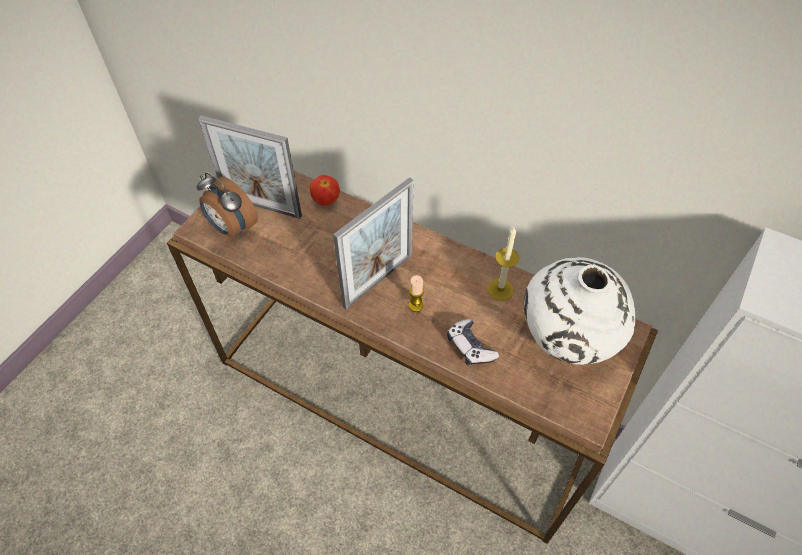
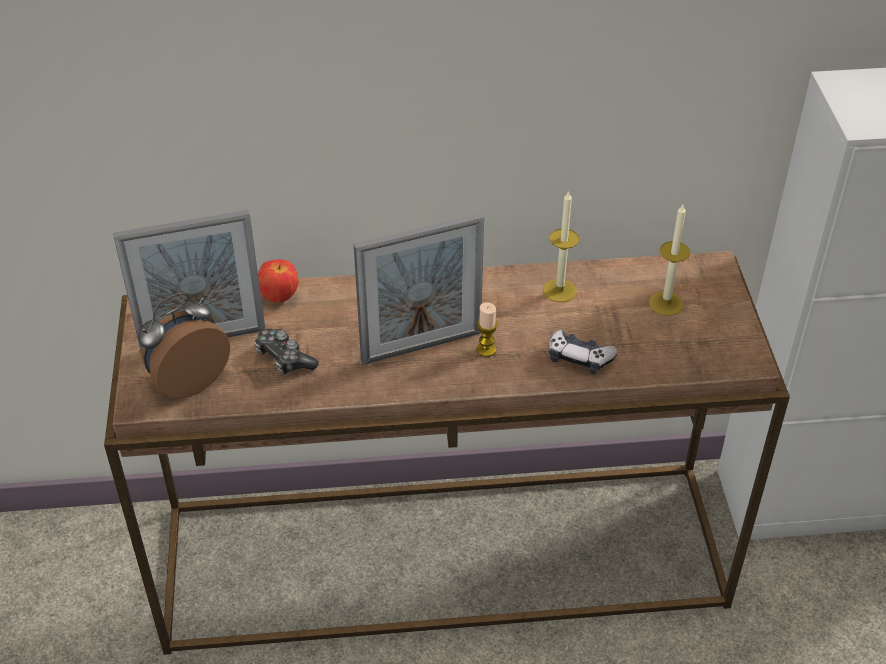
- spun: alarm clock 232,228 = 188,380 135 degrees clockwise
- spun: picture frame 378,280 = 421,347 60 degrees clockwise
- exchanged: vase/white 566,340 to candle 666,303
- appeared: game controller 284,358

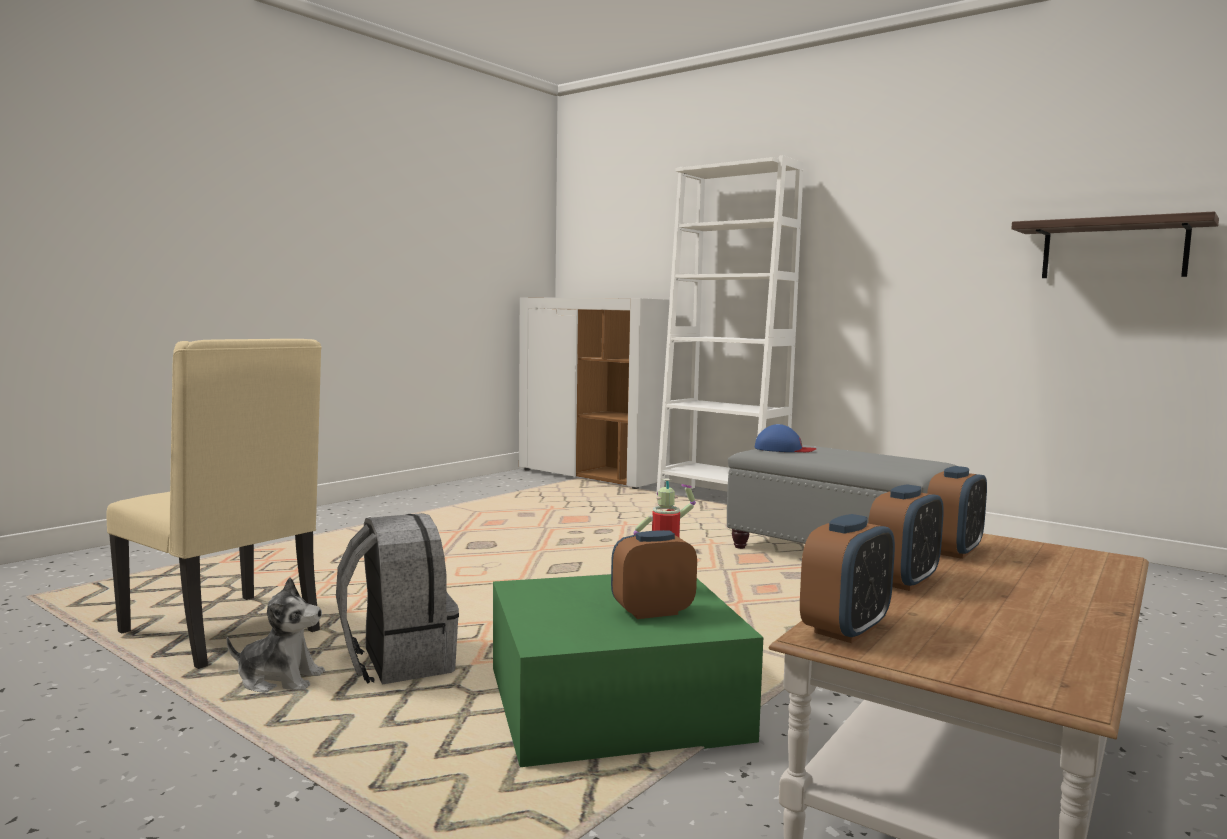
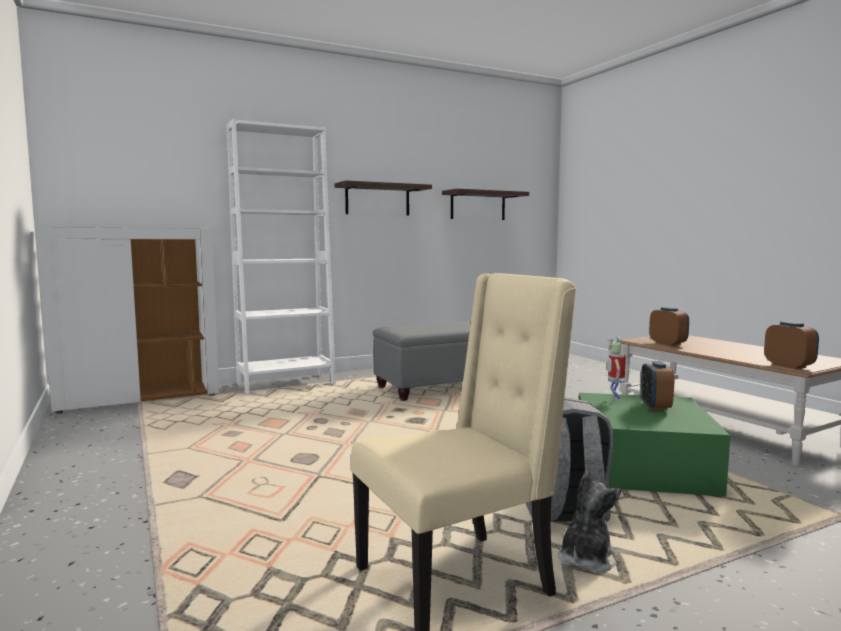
- missing: cap/blue 783,449
- missing: alarm clock 903,581
- appeared: shelf 377,200

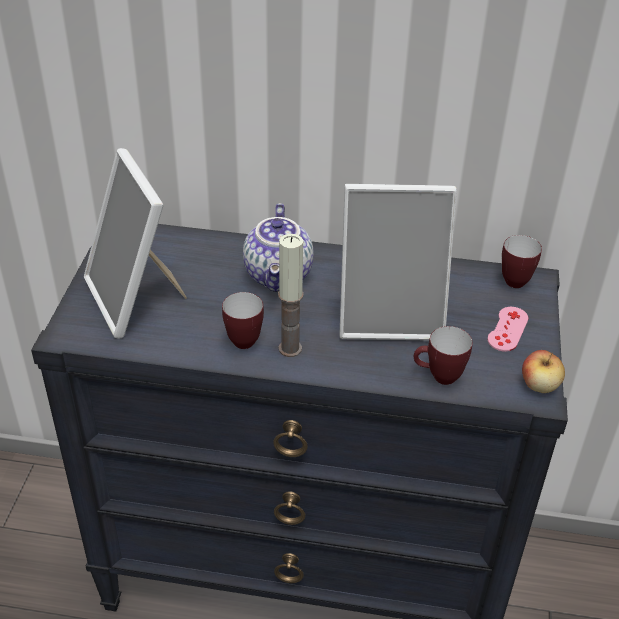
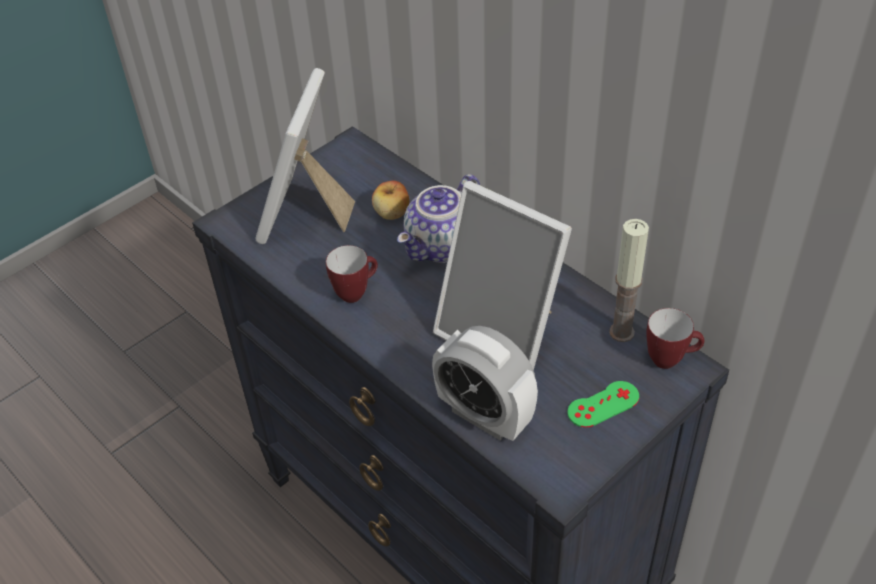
- relocated: candle 290,348 to 621,332
- colour: game controller/pink 507,329 to game controller/green 603,404
- exchanged: mug 438,377 to alarm clock 484,416
- relocated: apple 539,385 to 392,213

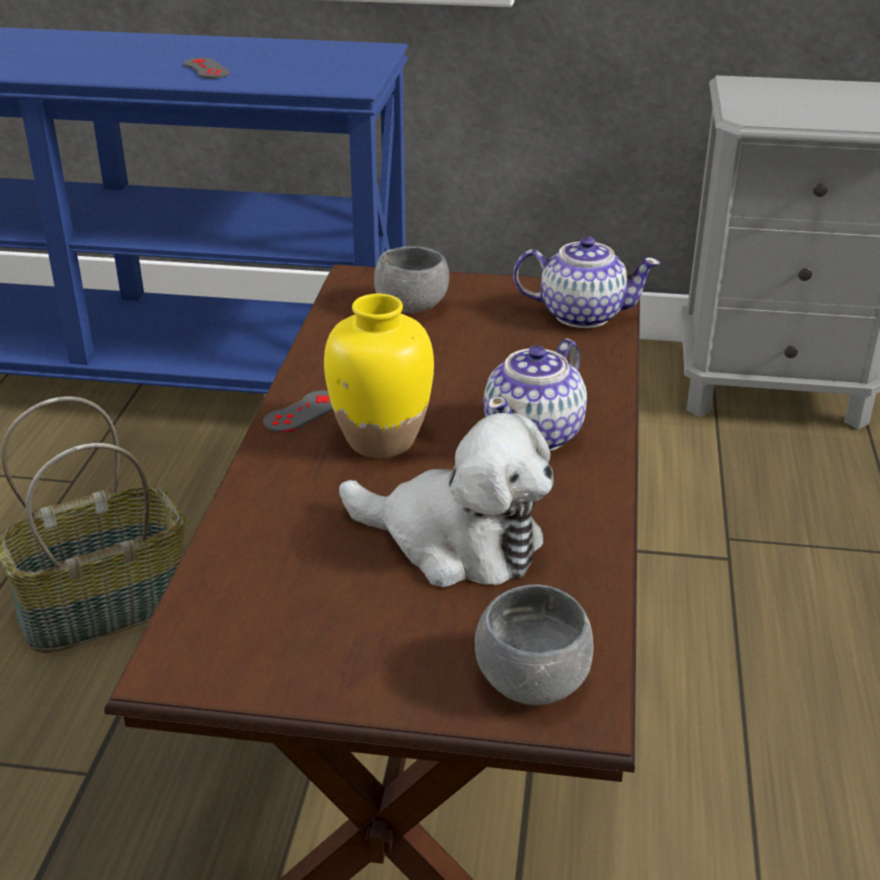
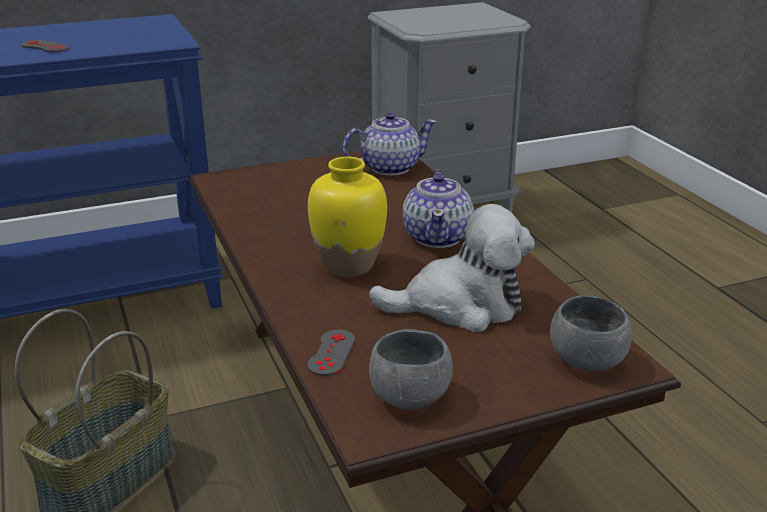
- relocated: bowl/grey 412,307 to 410,397
- relocated: game controller/grey 302,412 to 331,353

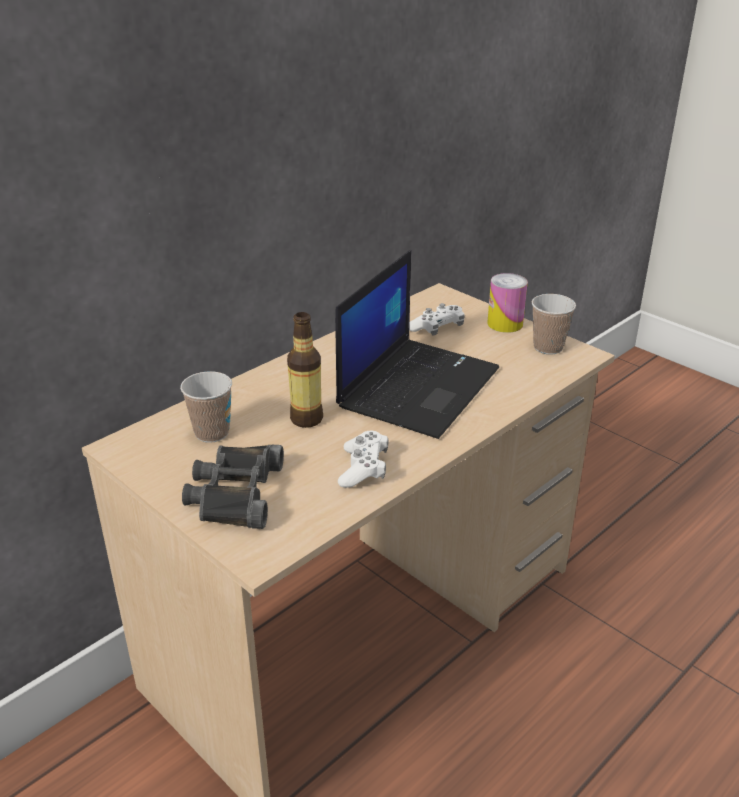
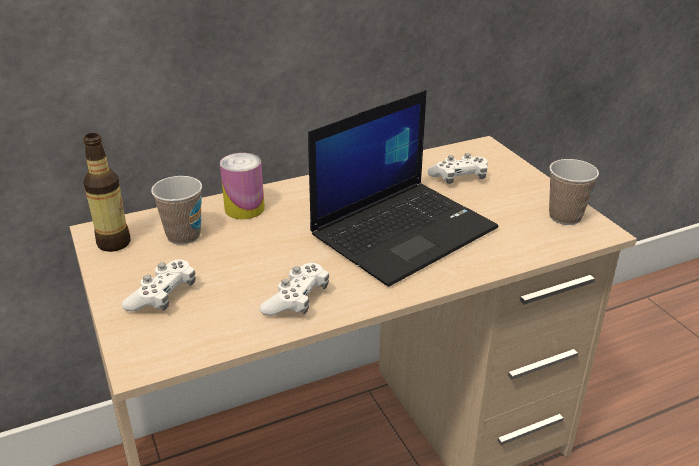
- relocated: can 505,324 to 244,208
- relocated: bottle 306,419 to 114,243
- exchanged: binoculars/black 234,493 to game controller/white 162,296

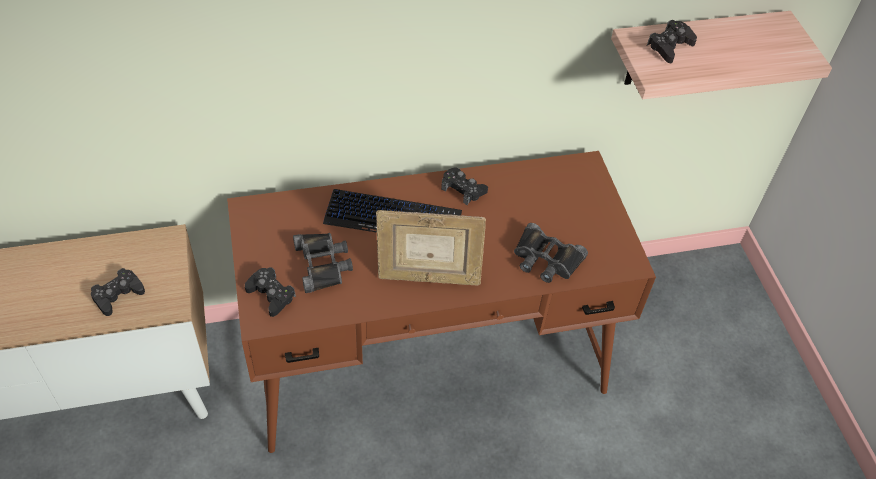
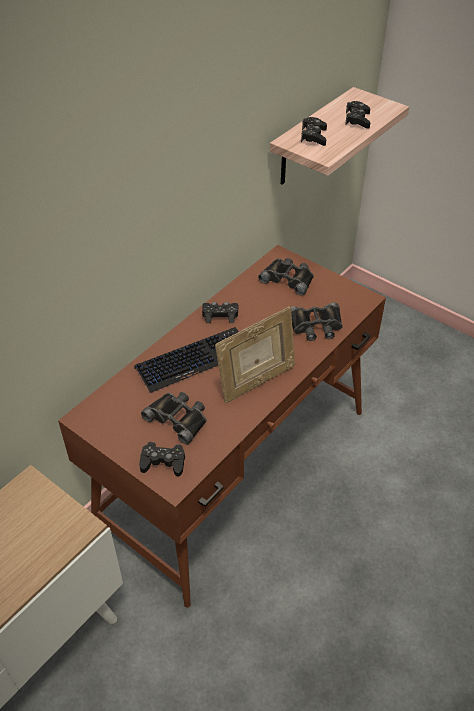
- relocated: game controller/black 118,295 to 357,120
- appeared: binoculars/black 288,279

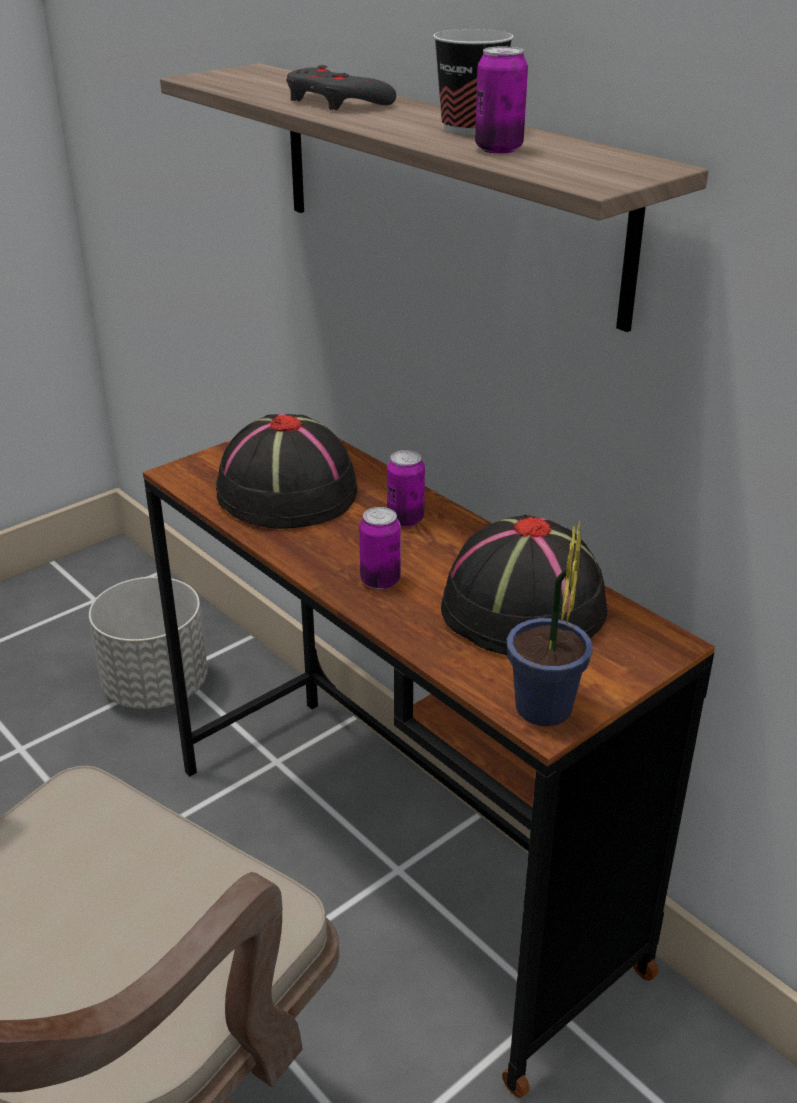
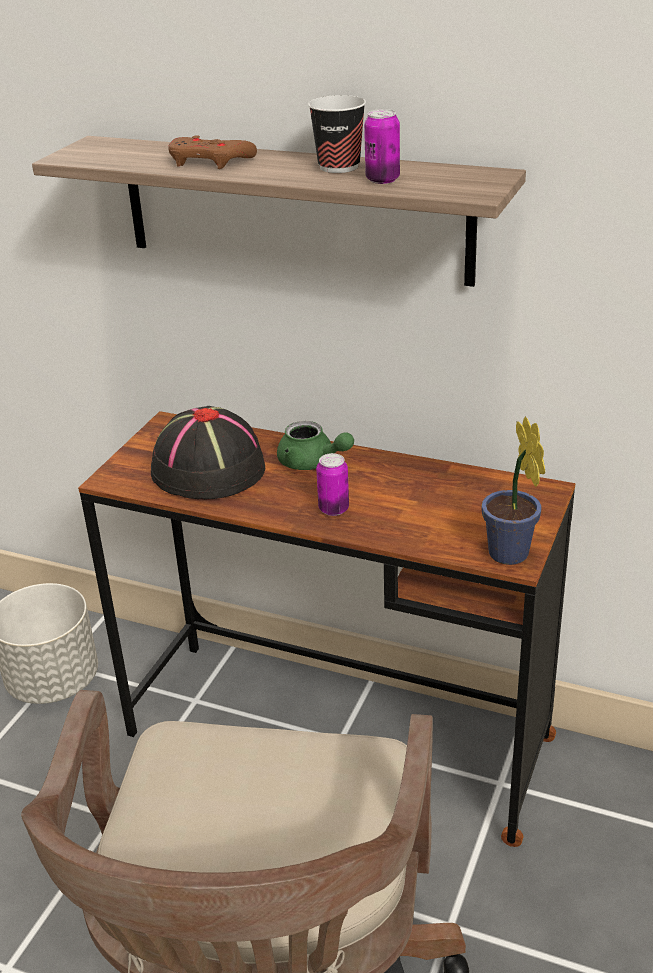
- colour: game controller/grey 336,101 to game controller/brown 209,161
- exchanged: can 405,519 to teapot/green 312,463
- missing: hat/black 522,609

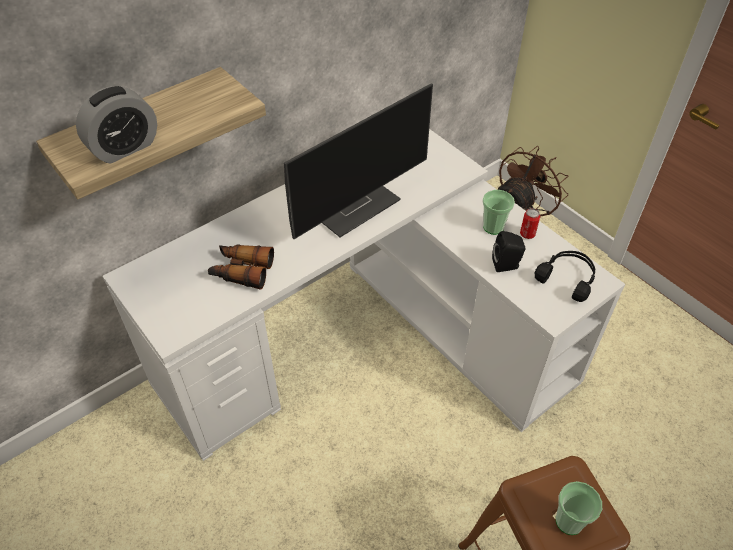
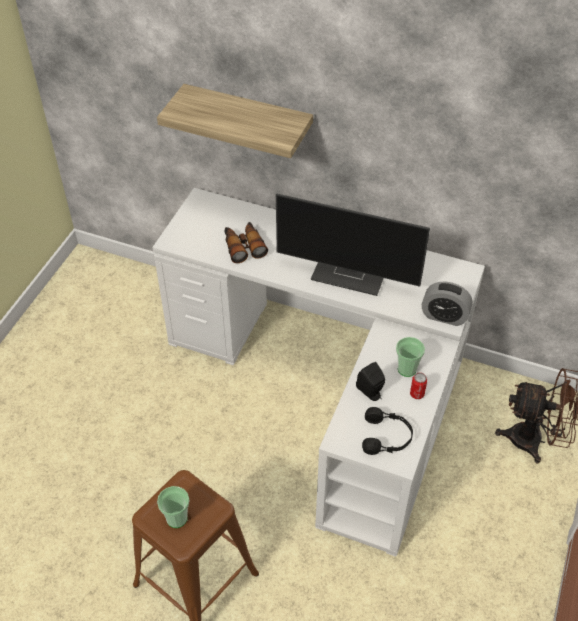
- relocated: alarm clock 125,148 to 444,316

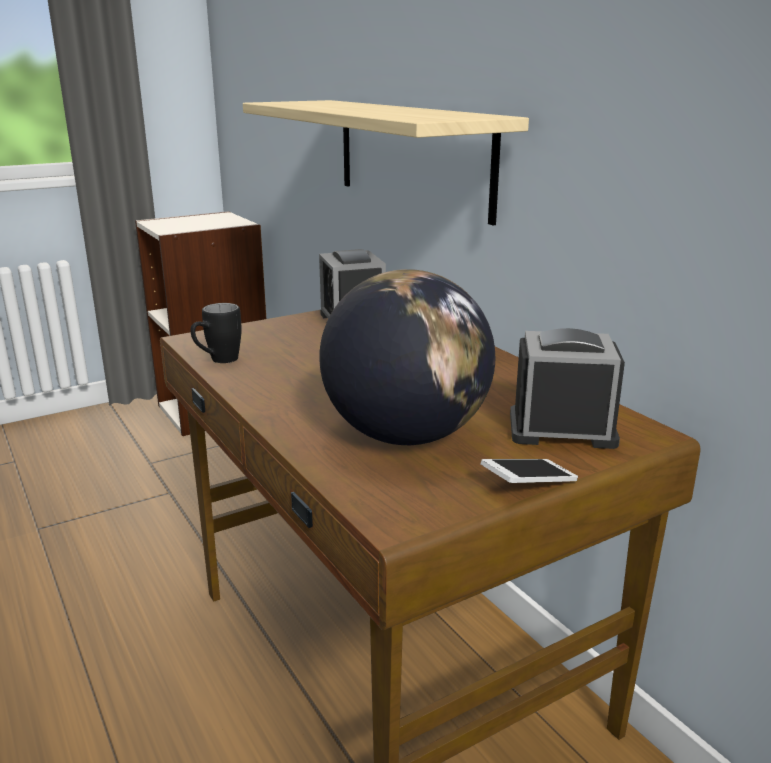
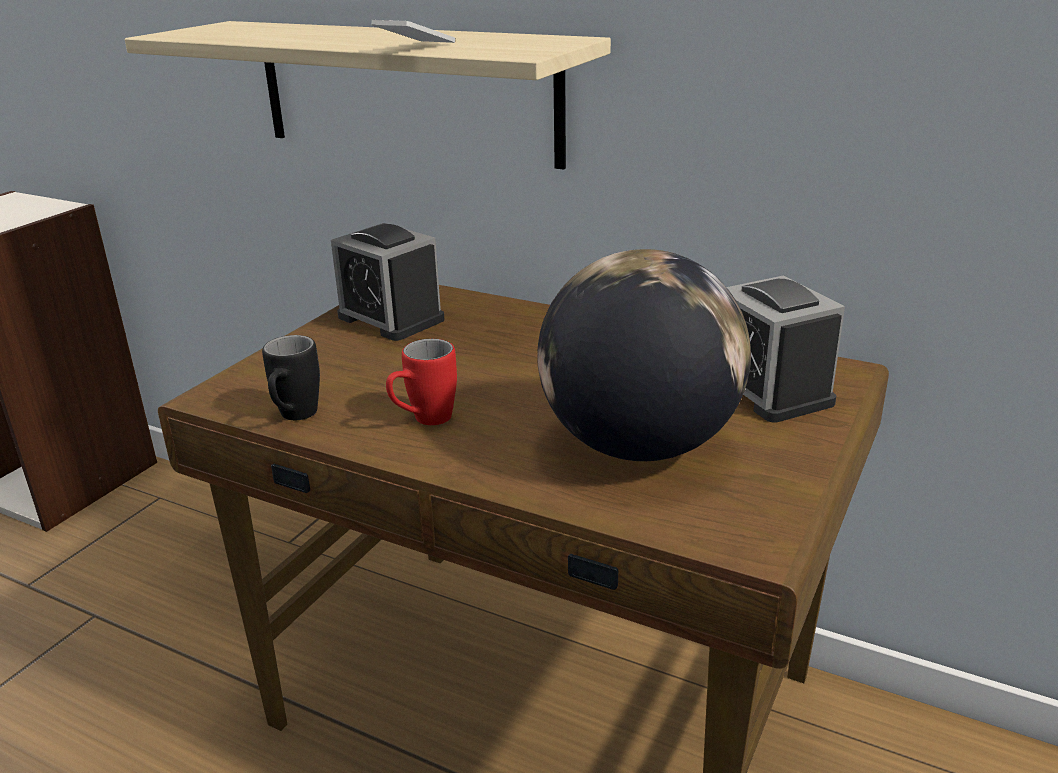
- spun: alarm clock 562,429 = 769,390 90 degrees counterclockwise
- relocated: phone 528,484 to 416,47
- appeared: mug/red 423,421

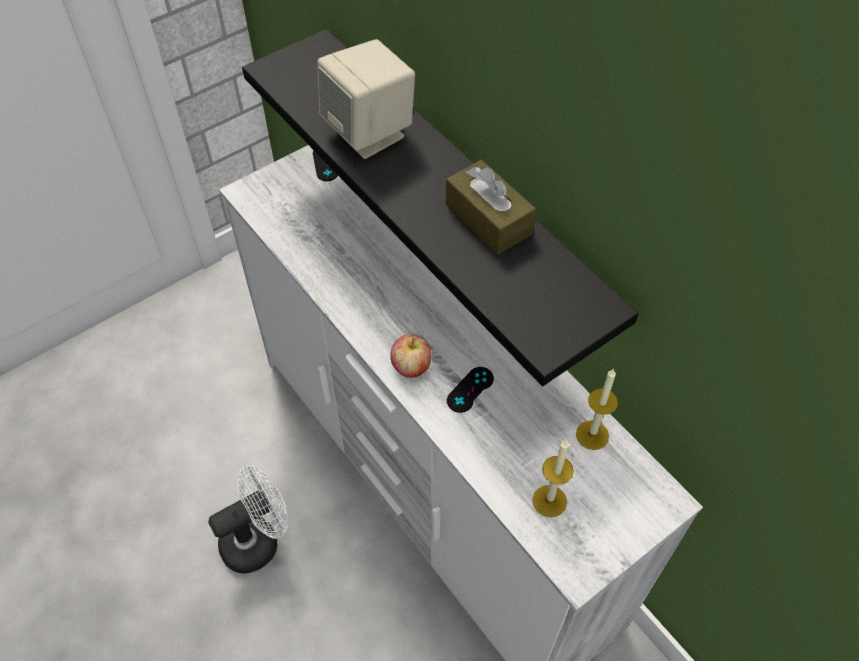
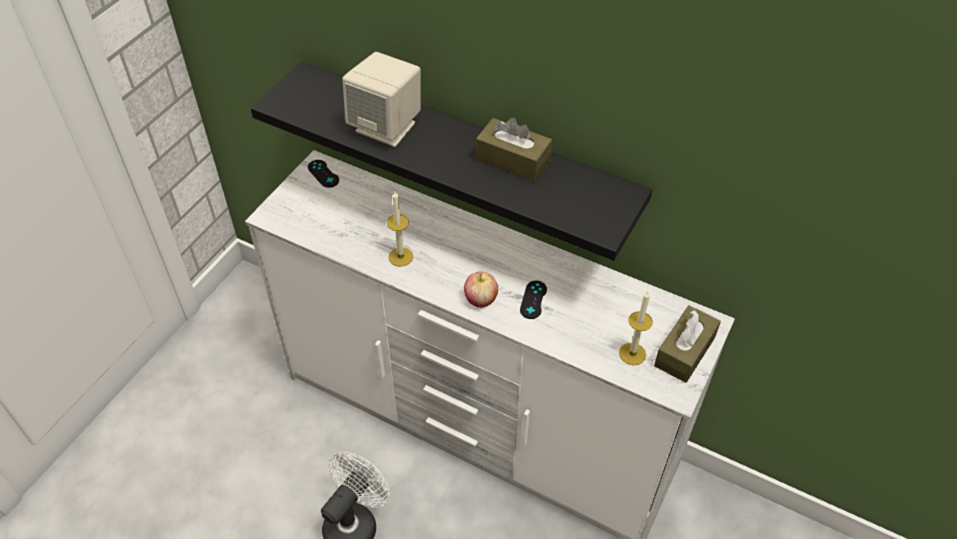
- relocated: candle 592,435 to 400,257
- appeared: tissue box/brown 684,351

